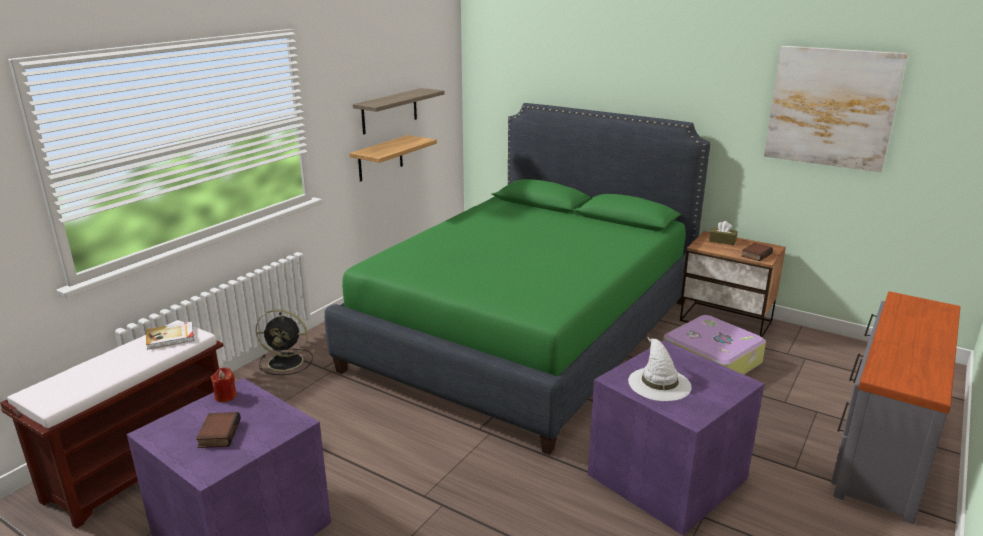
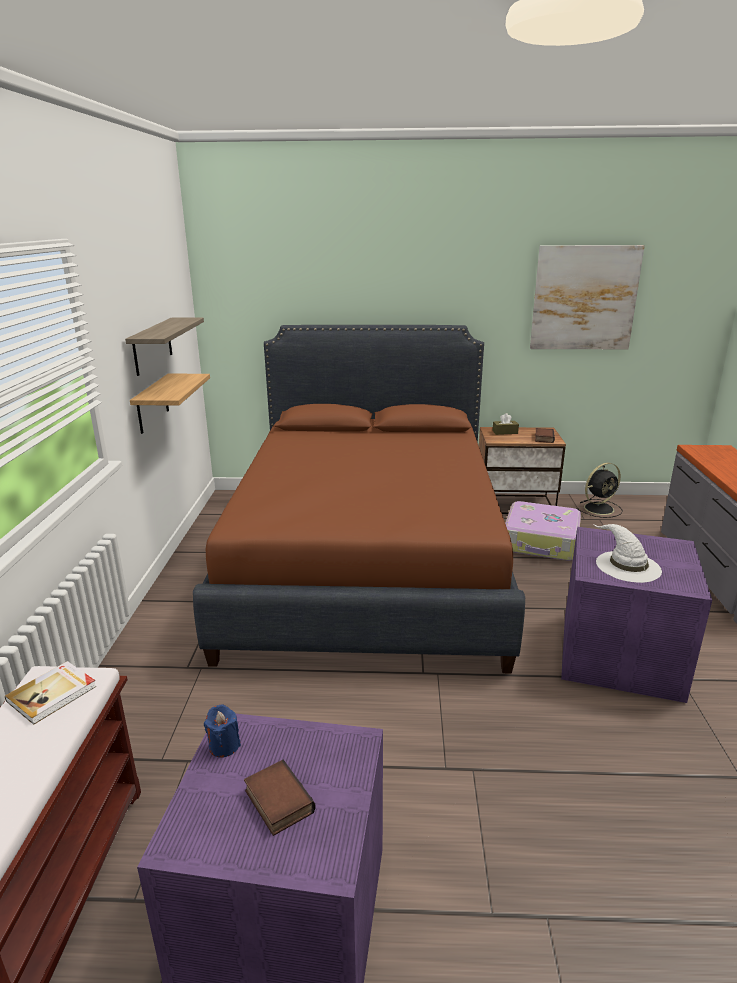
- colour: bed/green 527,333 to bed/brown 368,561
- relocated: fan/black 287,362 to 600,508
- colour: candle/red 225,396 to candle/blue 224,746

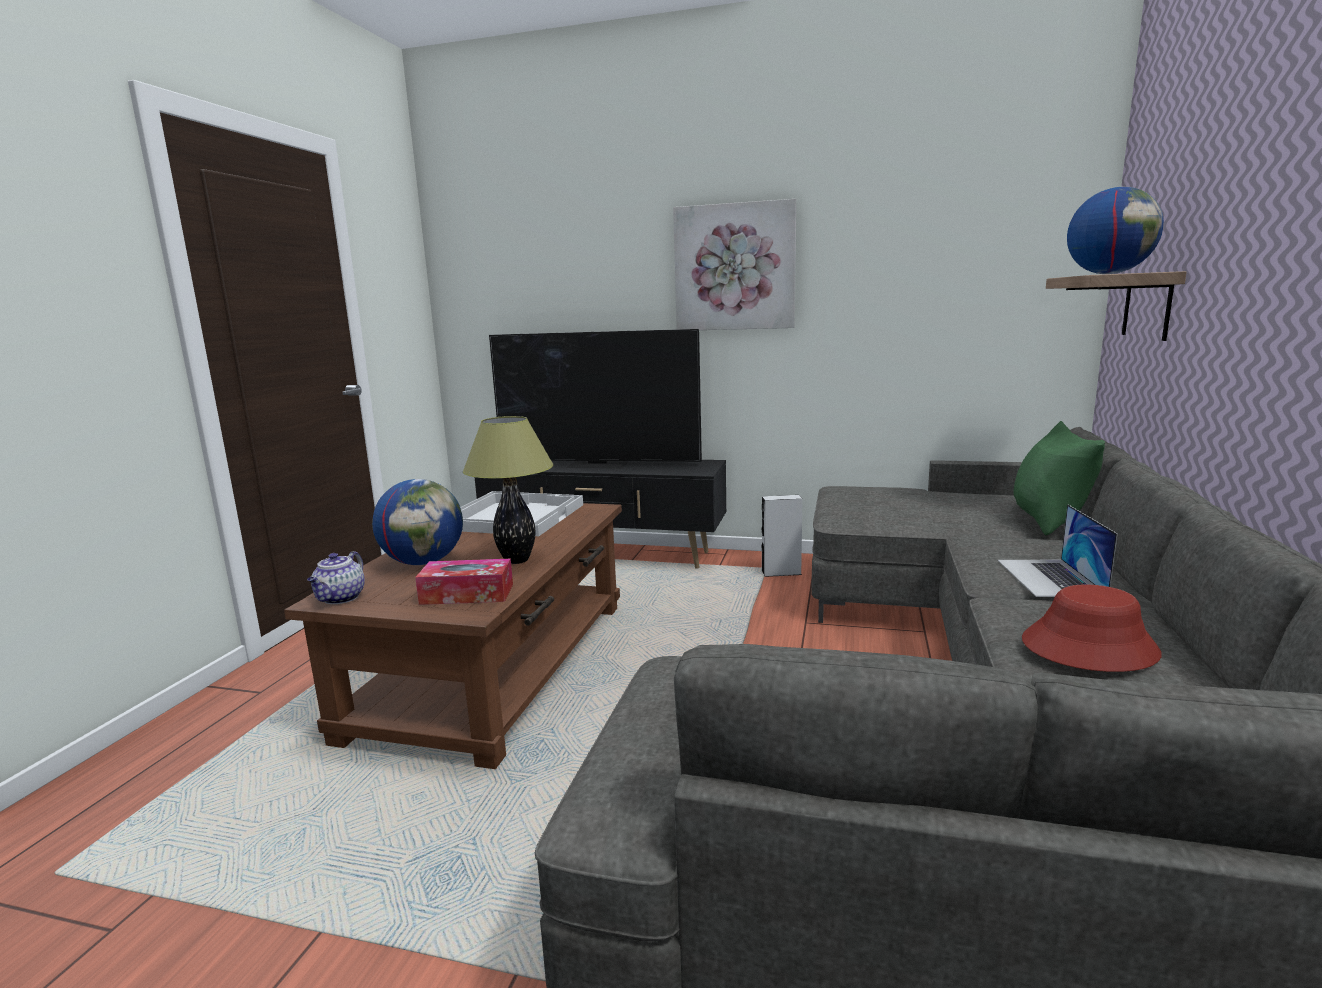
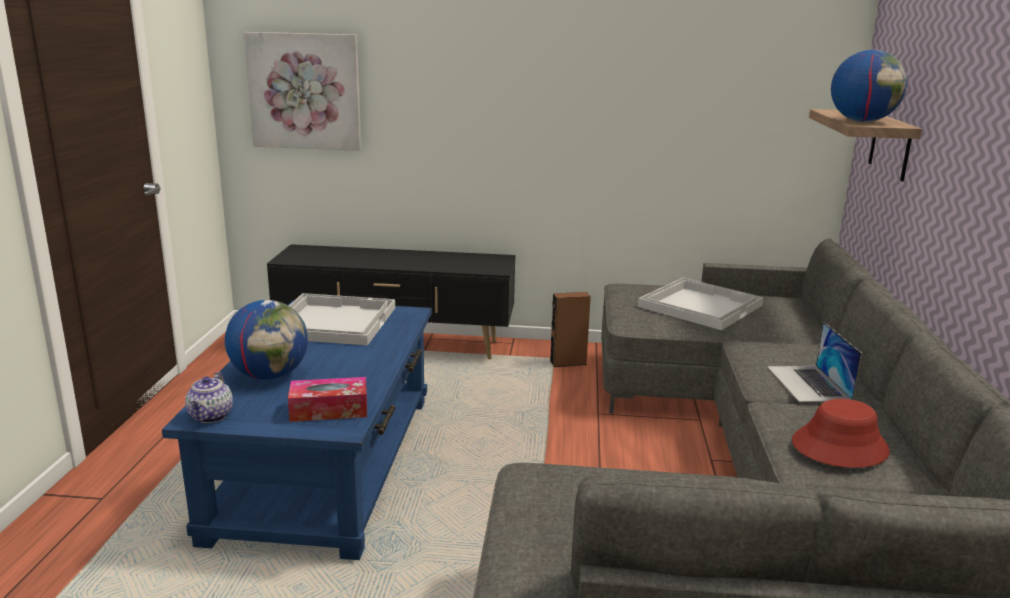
- relocated: picture 735,267 to 305,91
- missing: television 598,464
- missing: table lamp 516,560
- missing: pillow/green 1048,520
- colour: speaker/grey 781,573 to speaker/brown 568,363
- colour: coffee table/brown 496,666 to coffee table/blue 326,465
- appeared: tray/white 700,305

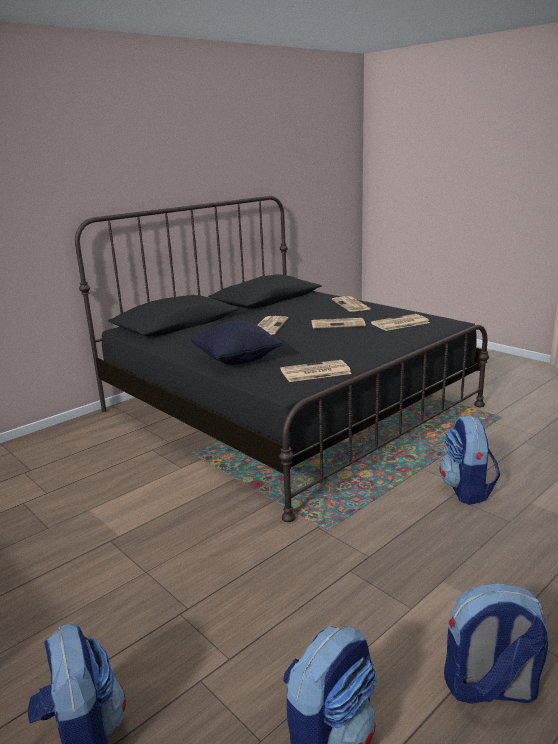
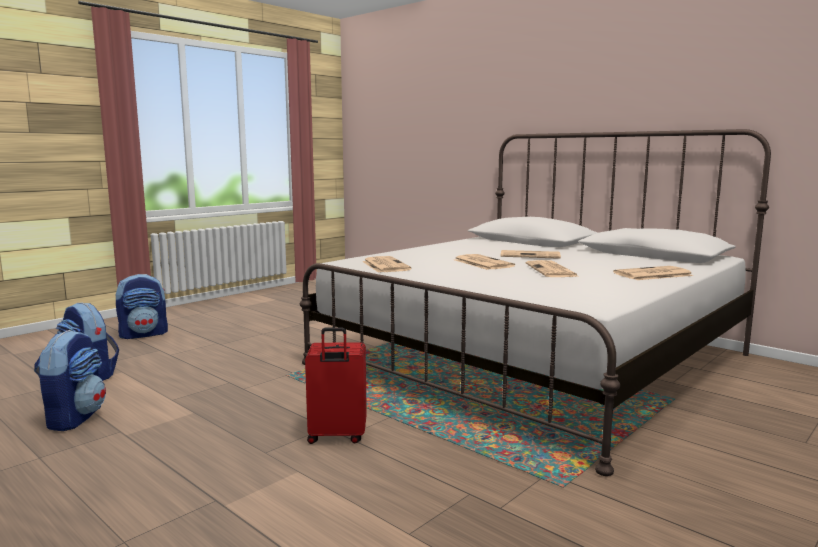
- colour: bed/black 287,408 to bed/white 531,359
- relocated: newspaper 400,323 to 482,263
- missing: pillow/black 237,360
- exchanged: backpack 467,490 to suitcase/red 337,436

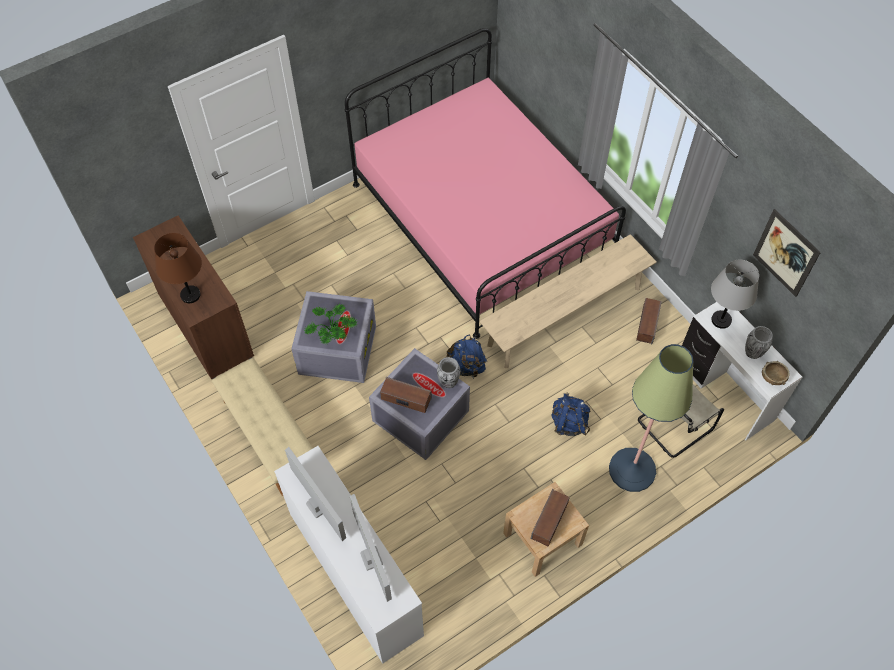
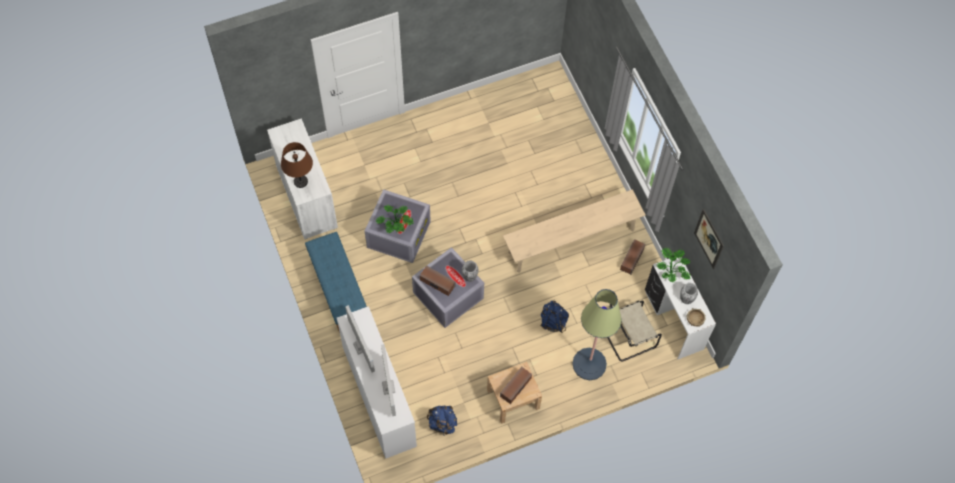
- missing: bed/pink 481,220
- colour: cabinet/brown 206,325 to cabinet/white 307,197
- exchanged: table lamp/grey 721,320 to potted plant 671,271
- relocated: backpack/blue 466,366 to 442,423
- colour: bench/beige 269,437 to bench/blue 338,290

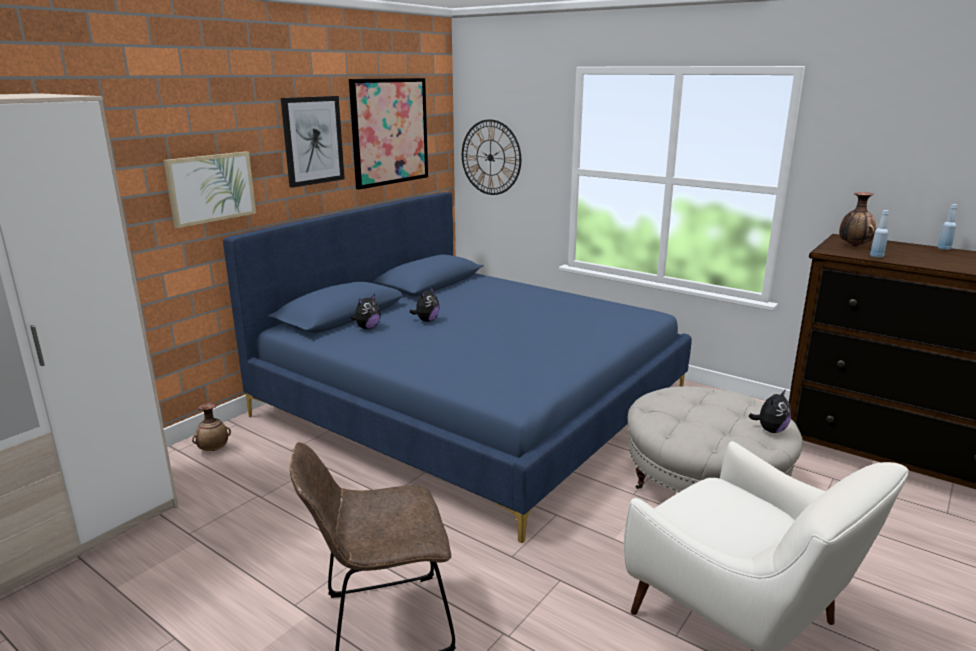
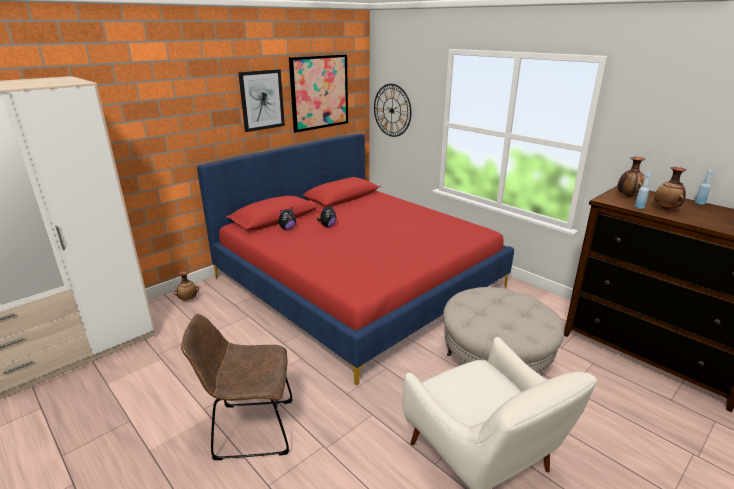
- missing: picture 211,188
- colour: bed/blue 473,404 to bed/red 358,282
- missing: plush toy 770,430
- appeared: vase 666,209

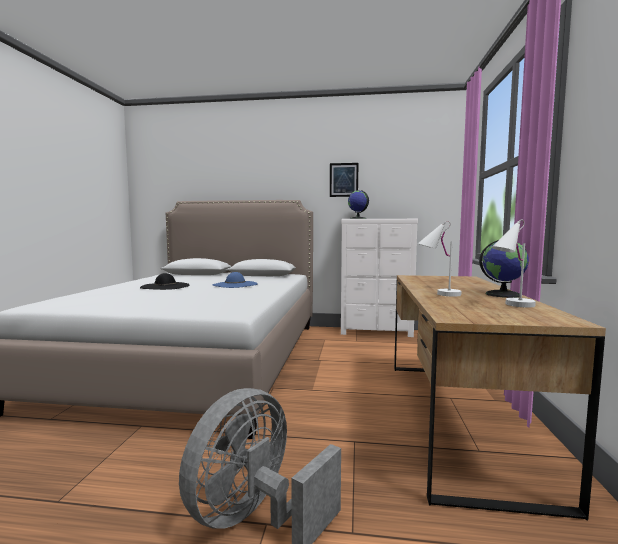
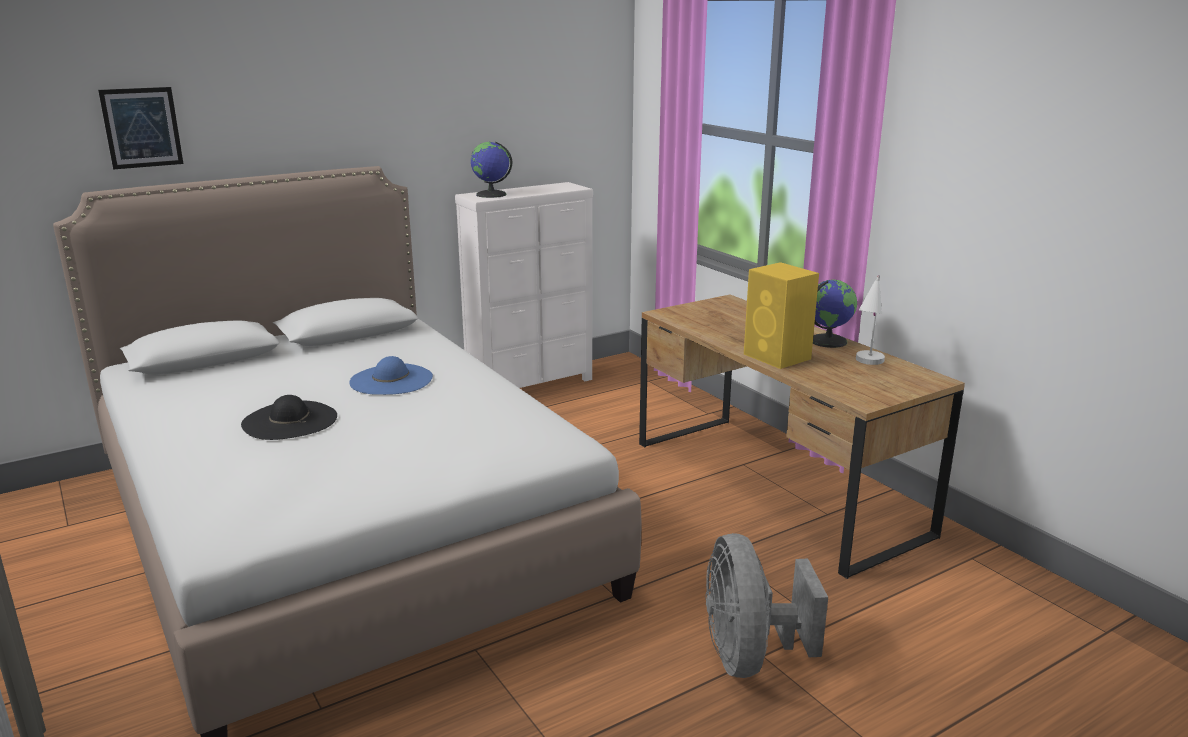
- relocated: picture 343,180 to 142,127
- exchanged: table lamp/white 438,294 to speaker/yellow 778,357

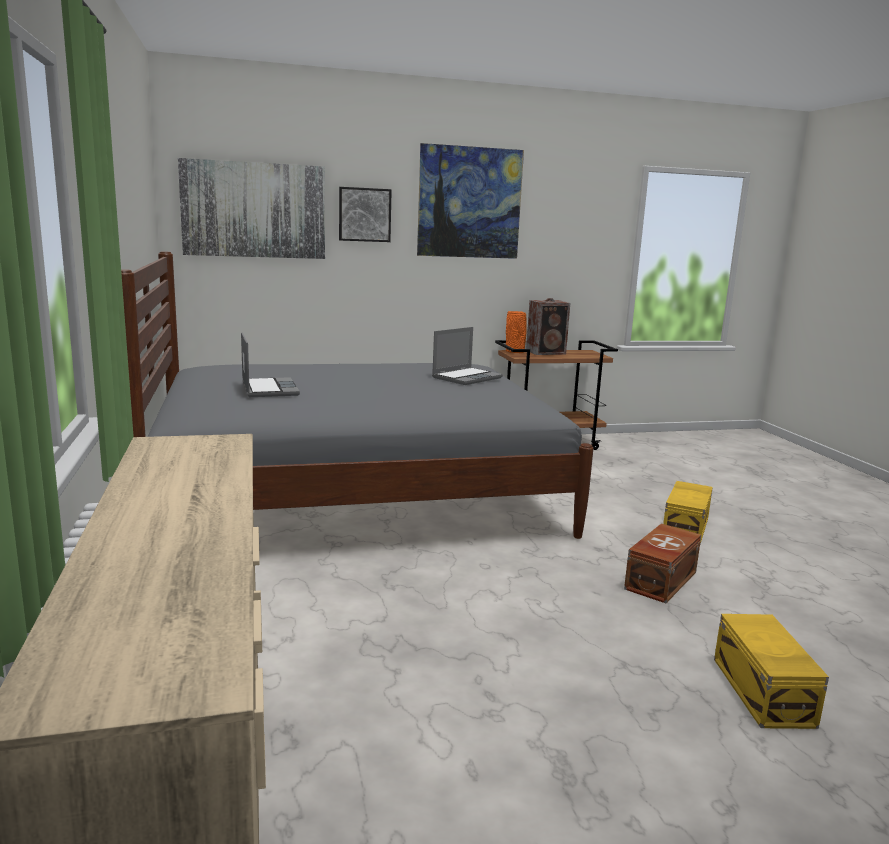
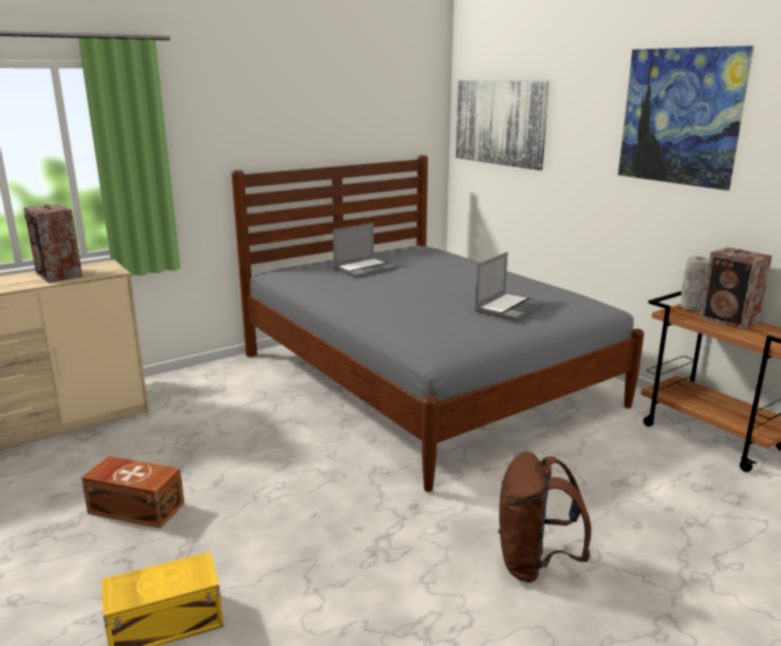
- missing: picture 364,214
- colour: vase/orange 515,352 to vase/grey 693,308
- spun: laptop 467,377 = 508,307 75 degrees counterclockwise
- exchanged: storage box/yellow 686,527 to backpack/brown 534,564
- relocated: storage box/brown 659,580 to 136,507
- appeared: speaker 58,275

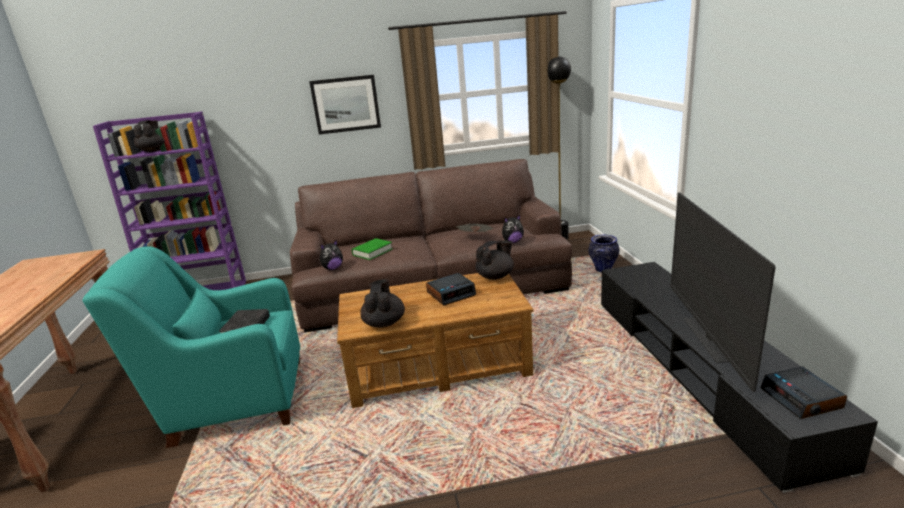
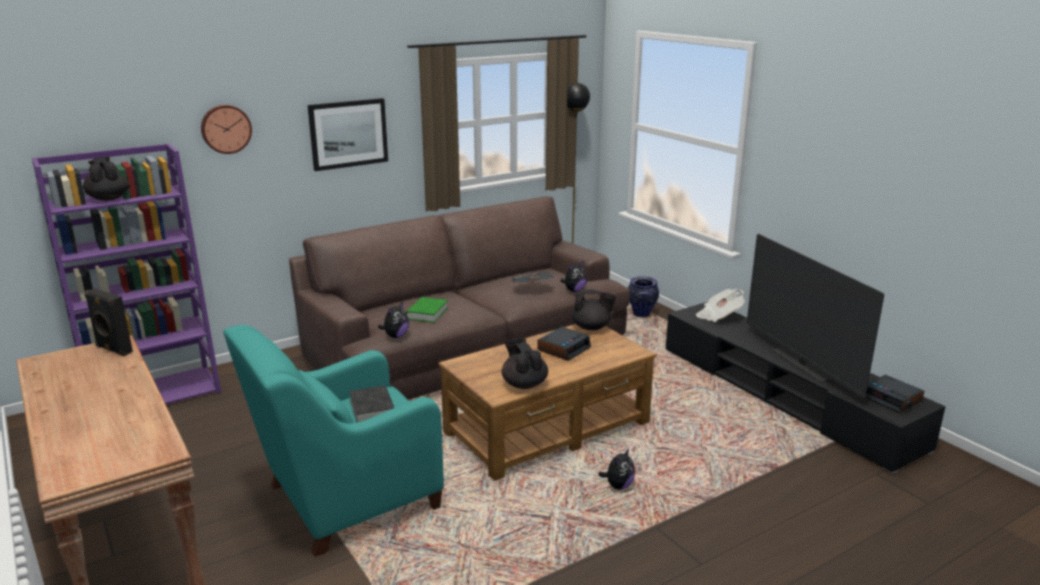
- spun: teapot/black 495,276 = 592,327 60 degrees clockwise
- appeared: wall clock 226,129
- appeared: speaker/black 113,350
- appeared: newspaper 719,316
- appeared: plush toy 618,486

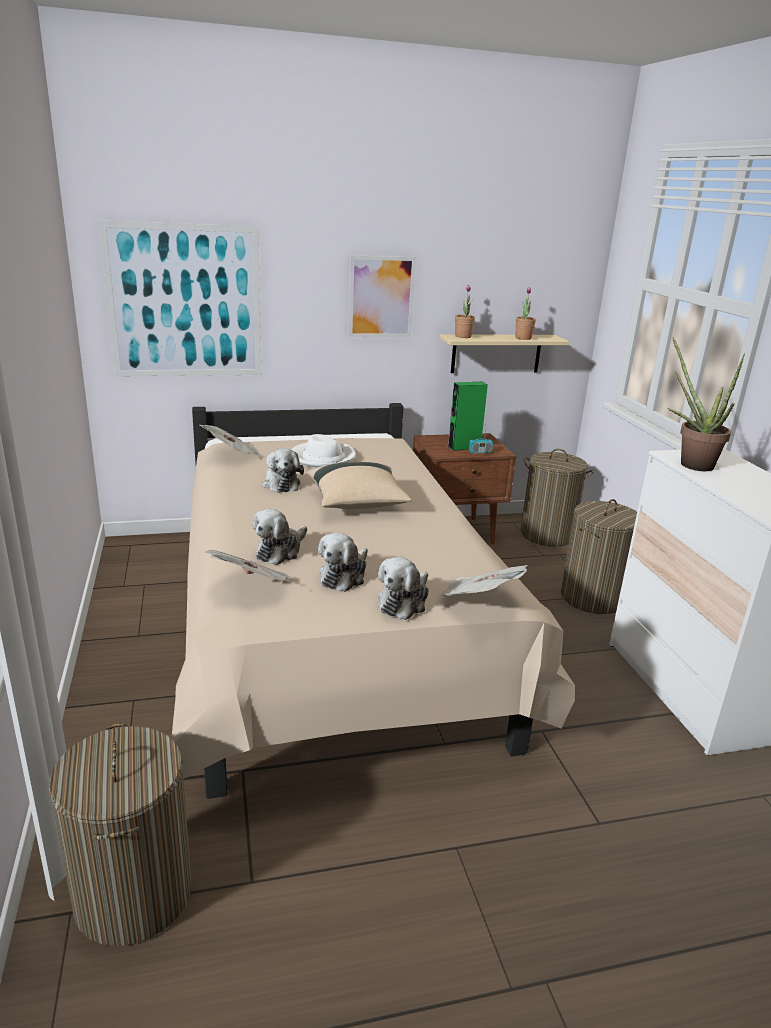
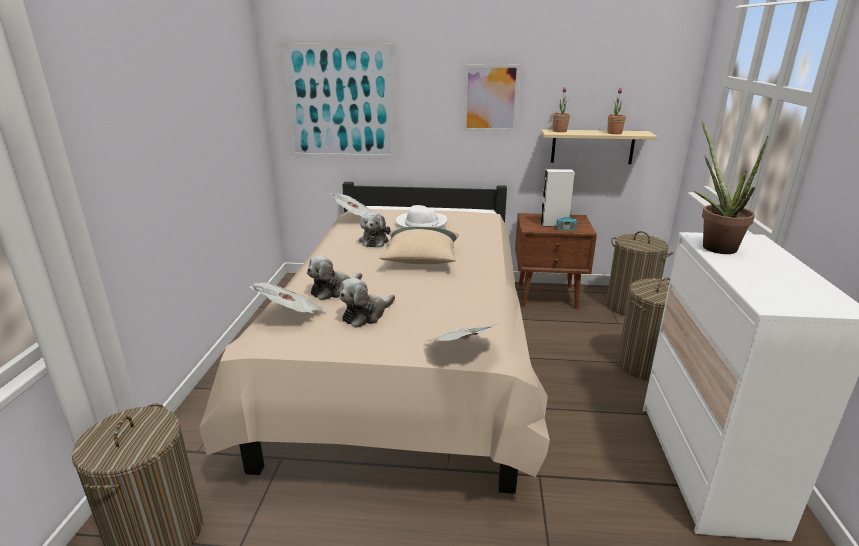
- colour: speaker/green 464,447 to speaker/white 554,224
- missing: plush toy 404,602

